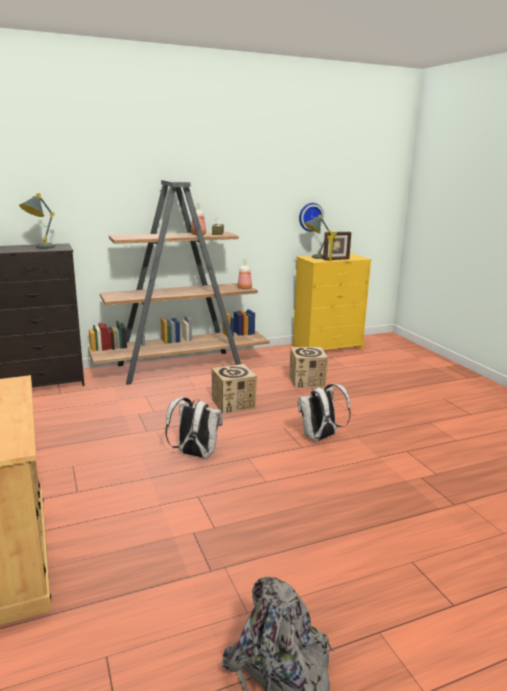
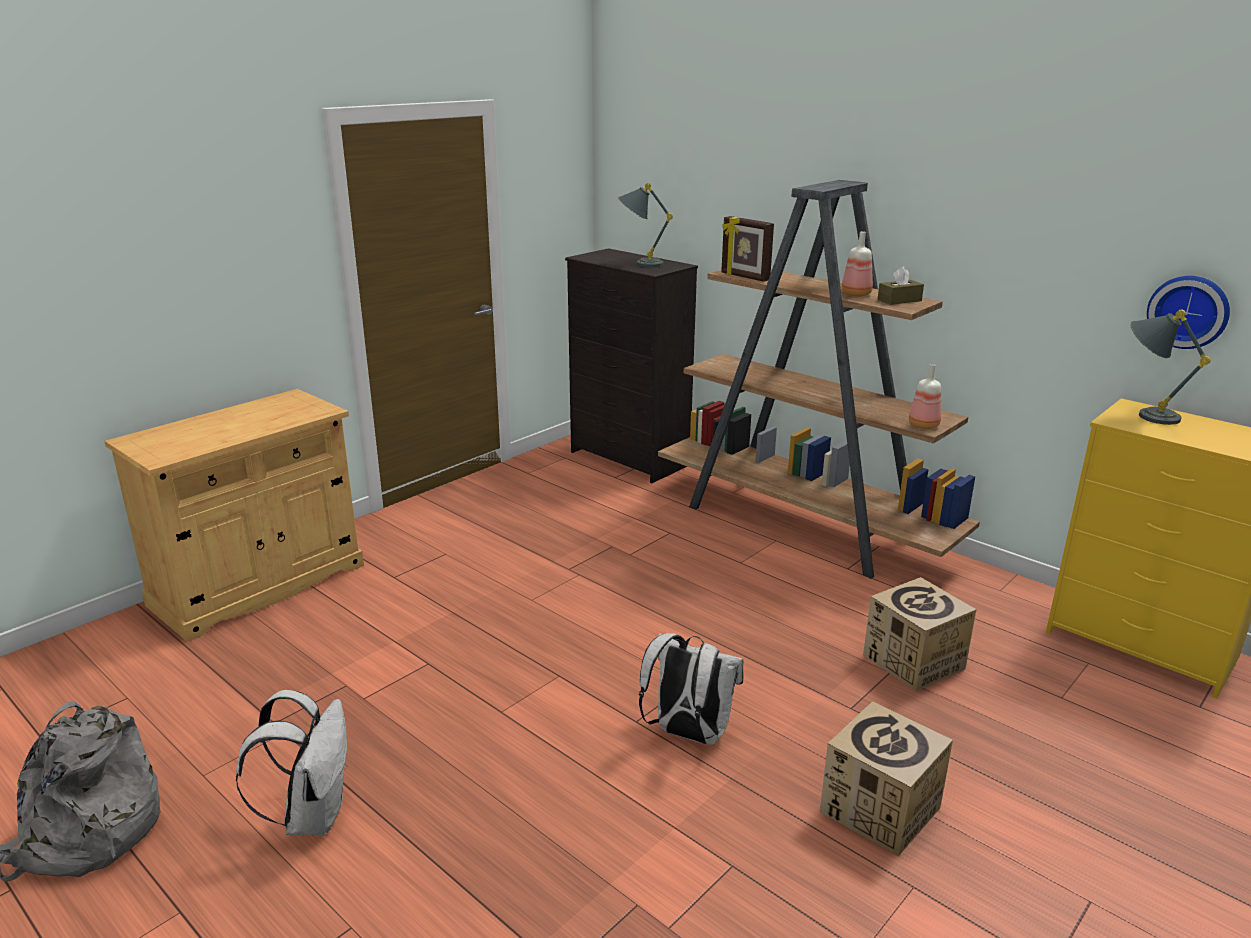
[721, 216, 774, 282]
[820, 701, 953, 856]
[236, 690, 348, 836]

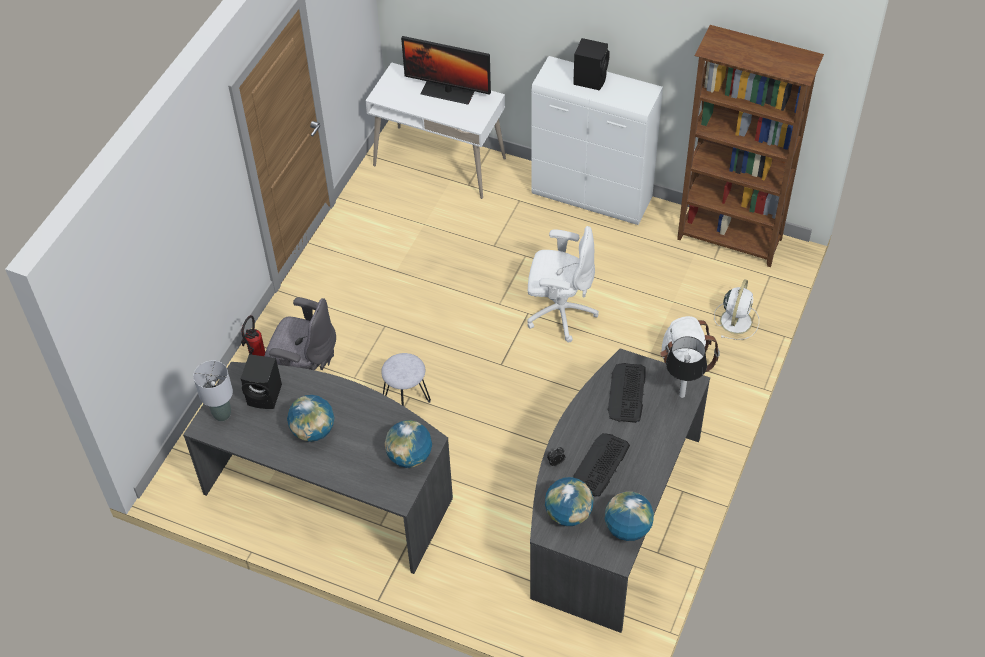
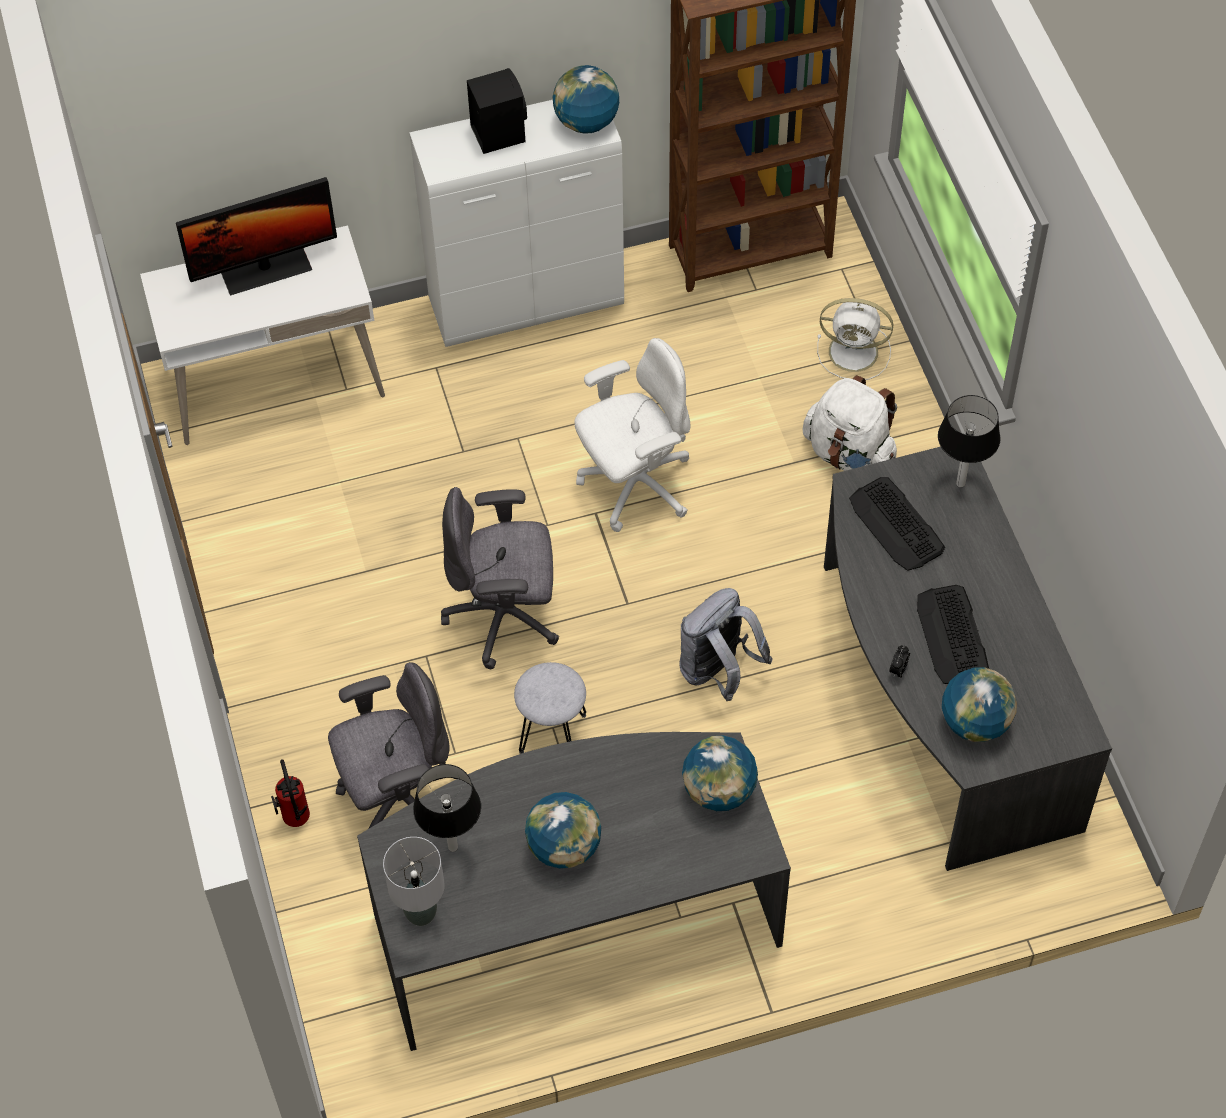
[817, 298, 893, 380]
[413, 764, 481, 852]
[553, 65, 619, 134]
[441, 487, 559, 669]
[679, 588, 773, 701]

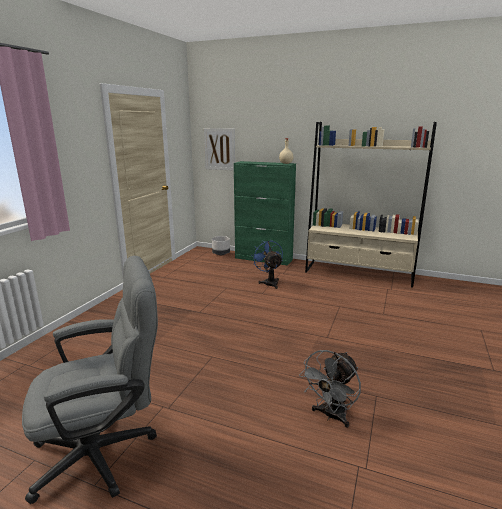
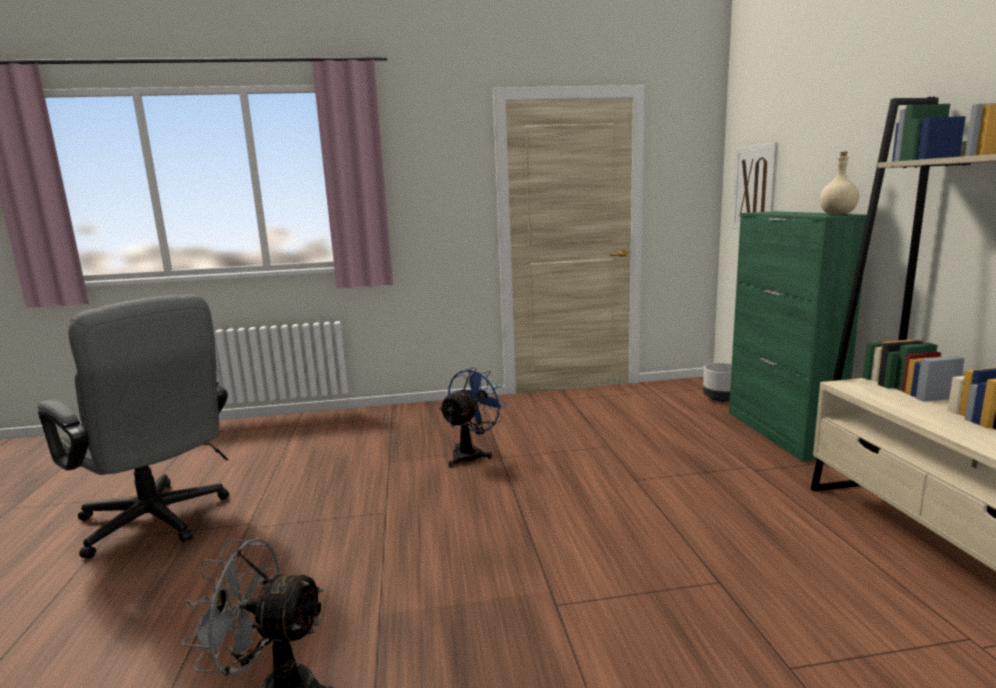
[439, 367, 507, 467]

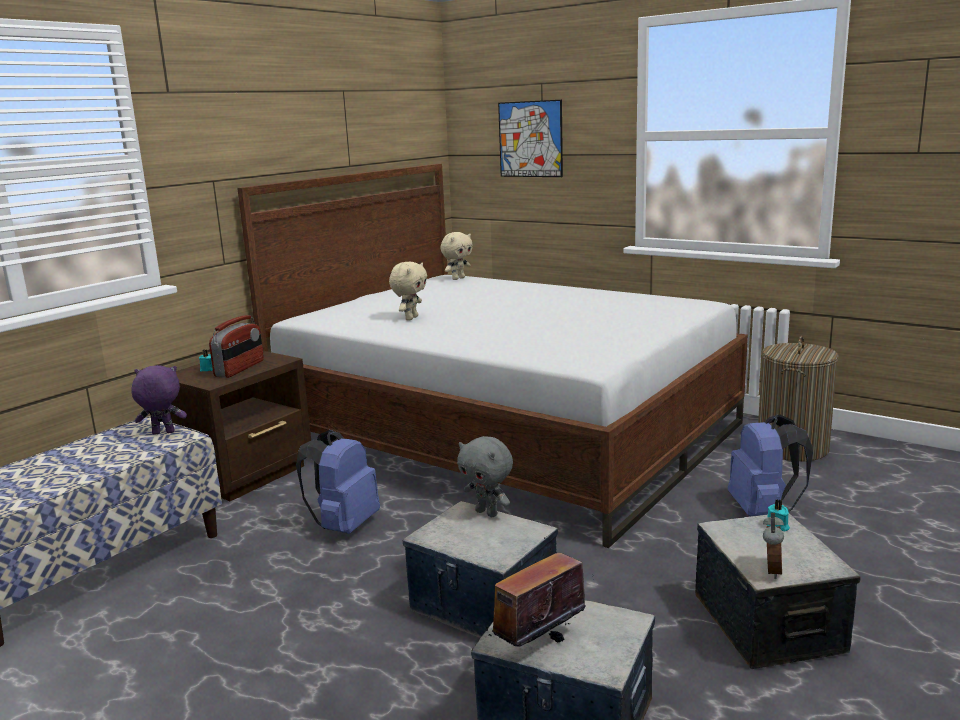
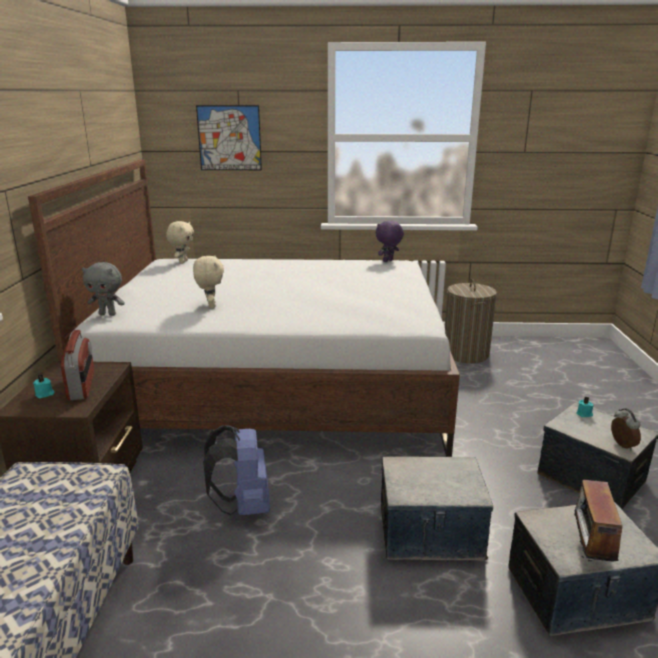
[376, 220, 404, 262]
[728, 414, 813, 516] (first image)
[82, 262, 125, 316]

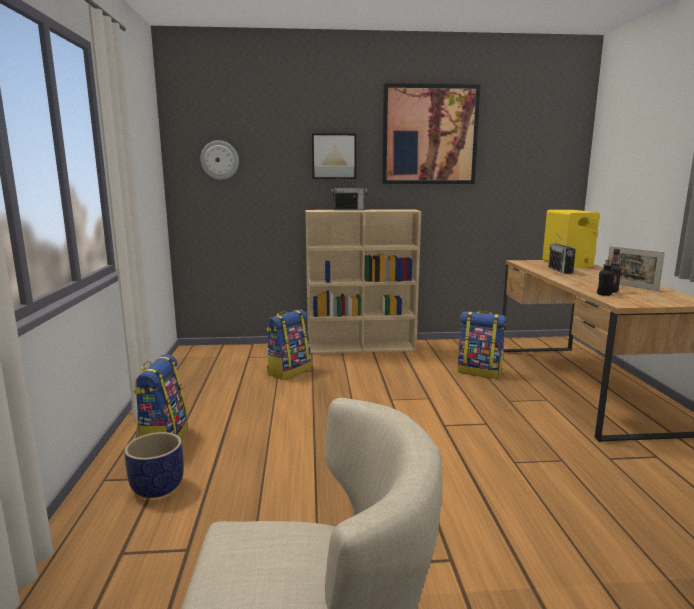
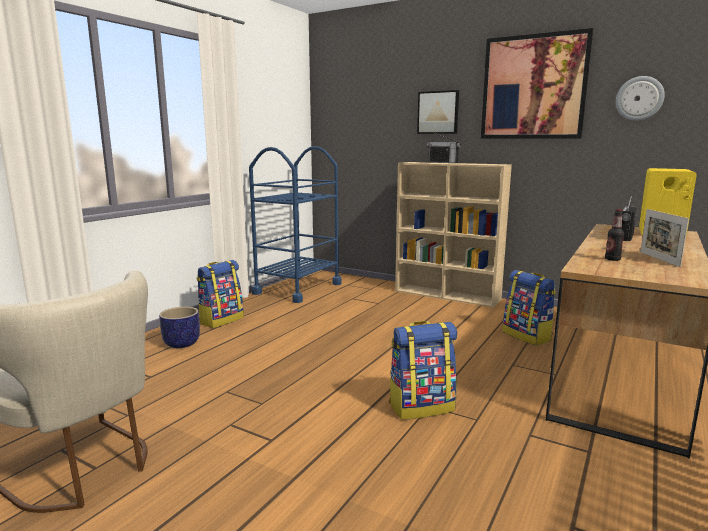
[616, 76, 665, 121]
[597, 259, 614, 296] (first image)
[389, 321, 457, 420]
[249, 146, 342, 303]

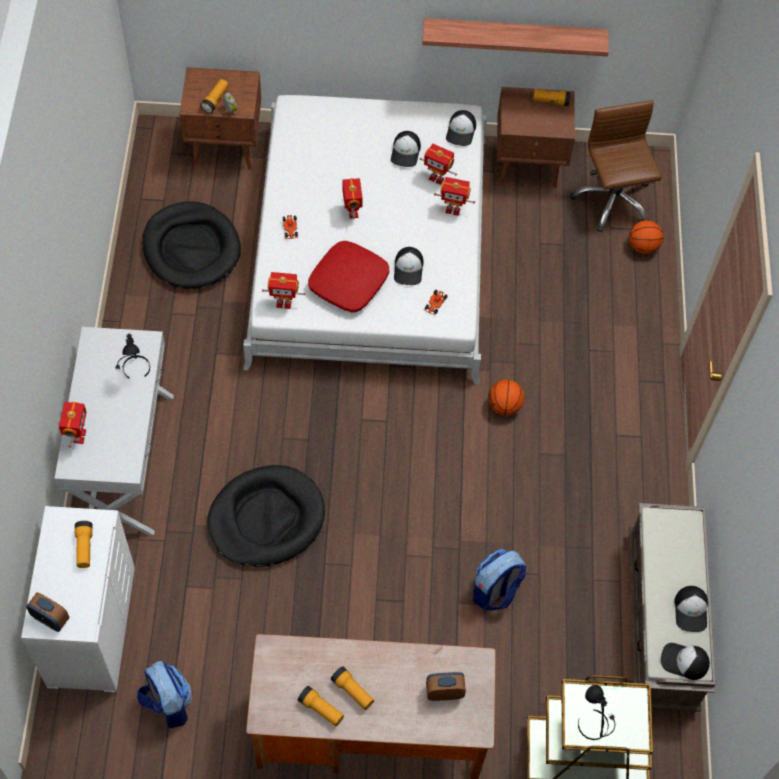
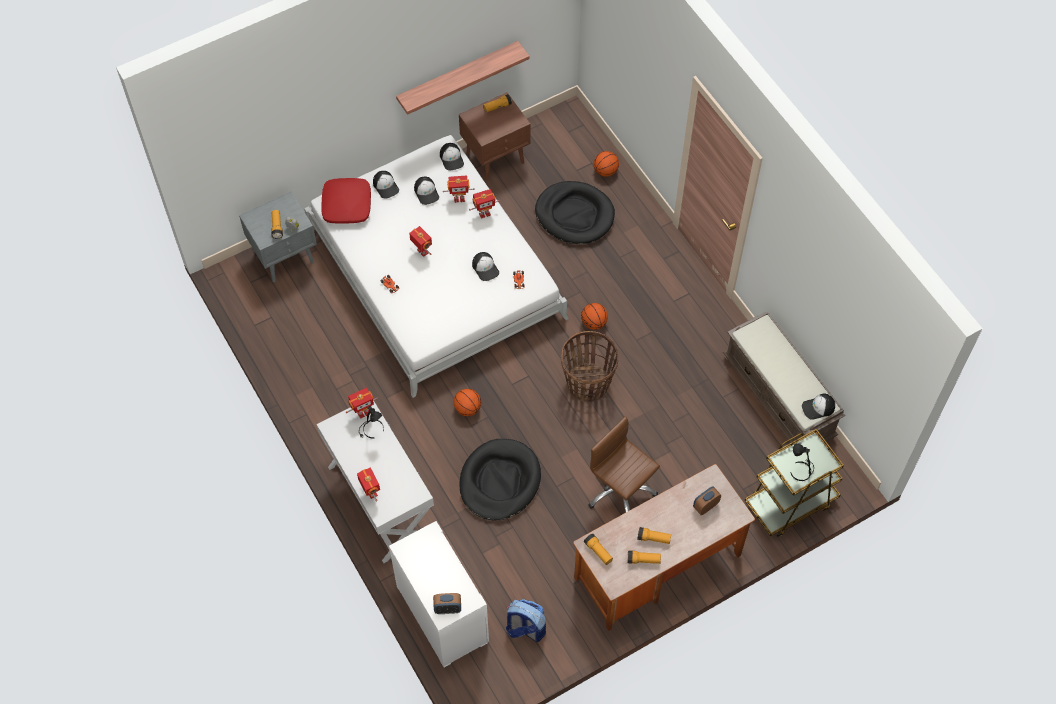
[239, 191, 317, 282]
[588, 416, 660, 513]
[535, 181, 615, 244]
[321, 178, 371, 224]
[346, 388, 378, 419]
[584, 533, 613, 565]
[473, 549, 526, 610] (first image)
[373, 171, 399, 199]
[561, 331, 618, 402]
[454, 389, 481, 416]

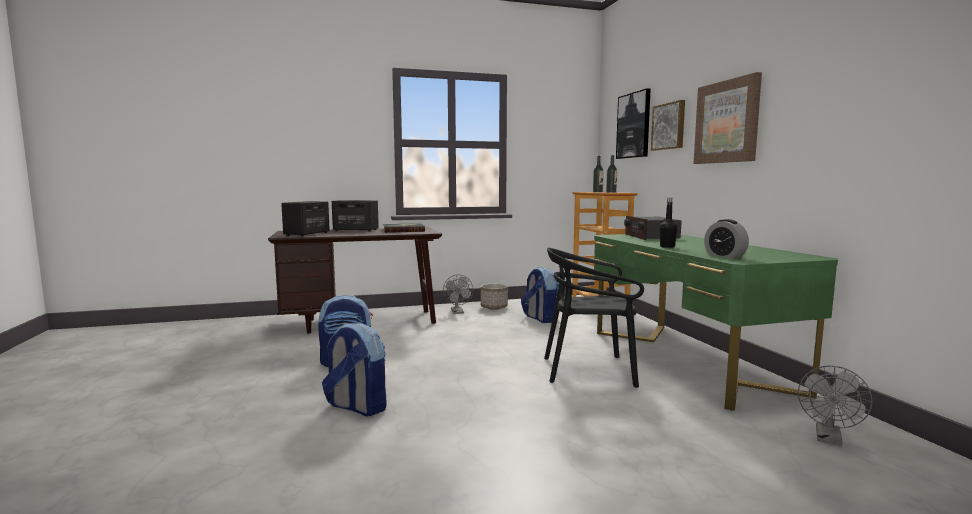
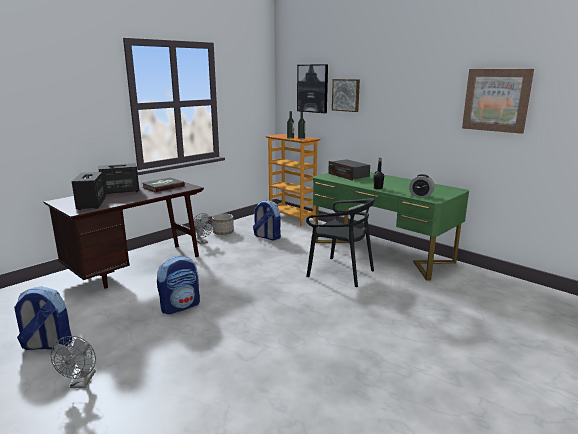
[462, 69, 534, 134]
[306, 198, 375, 287]
[14, 287, 72, 350]
[51, 336, 96, 388]

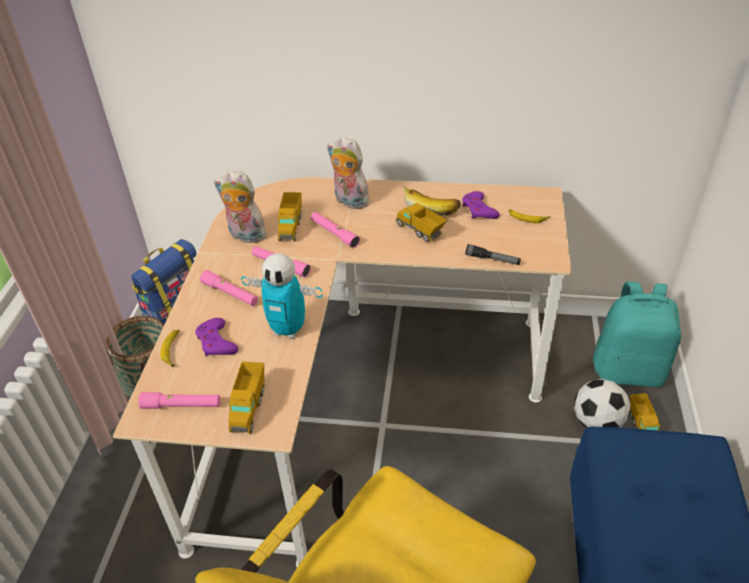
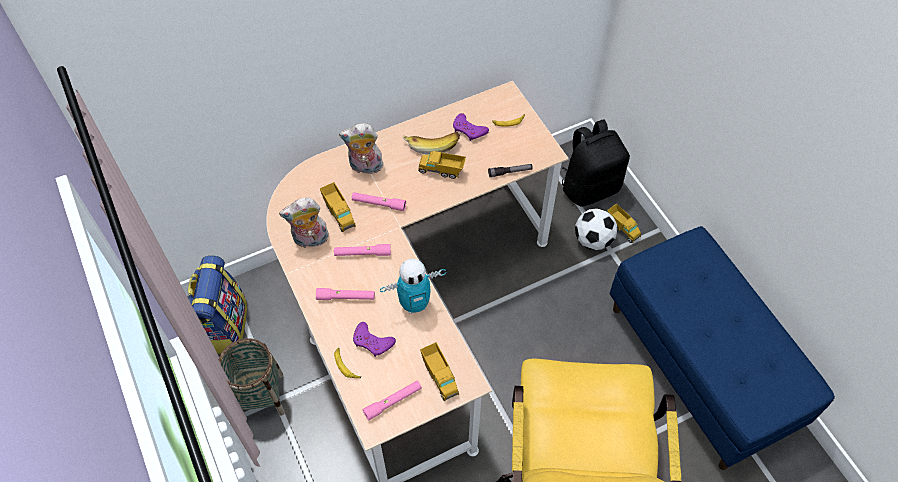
[562, 119, 630, 207]

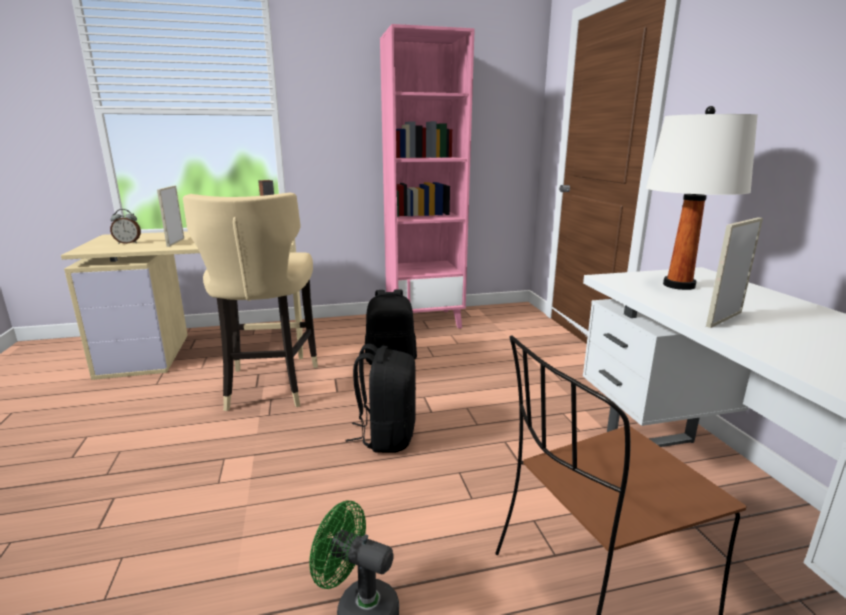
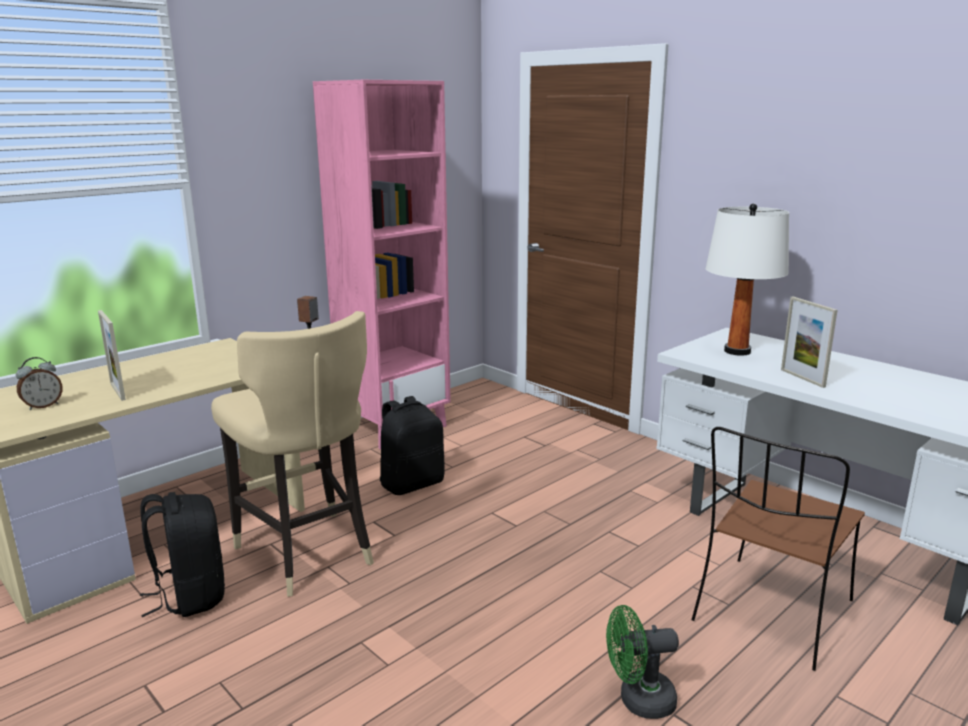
[781, 297, 838, 388]
[140, 492, 225, 617]

